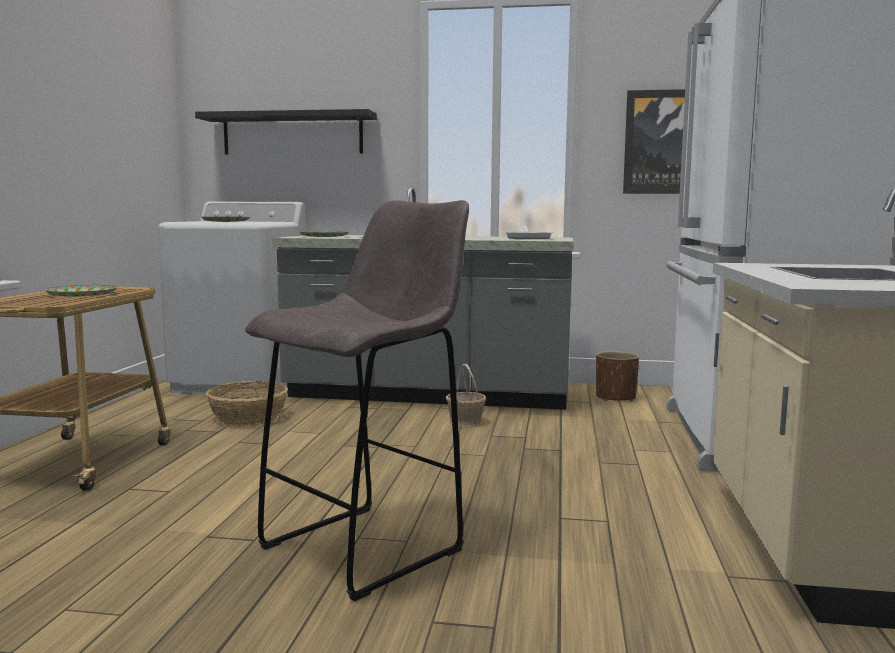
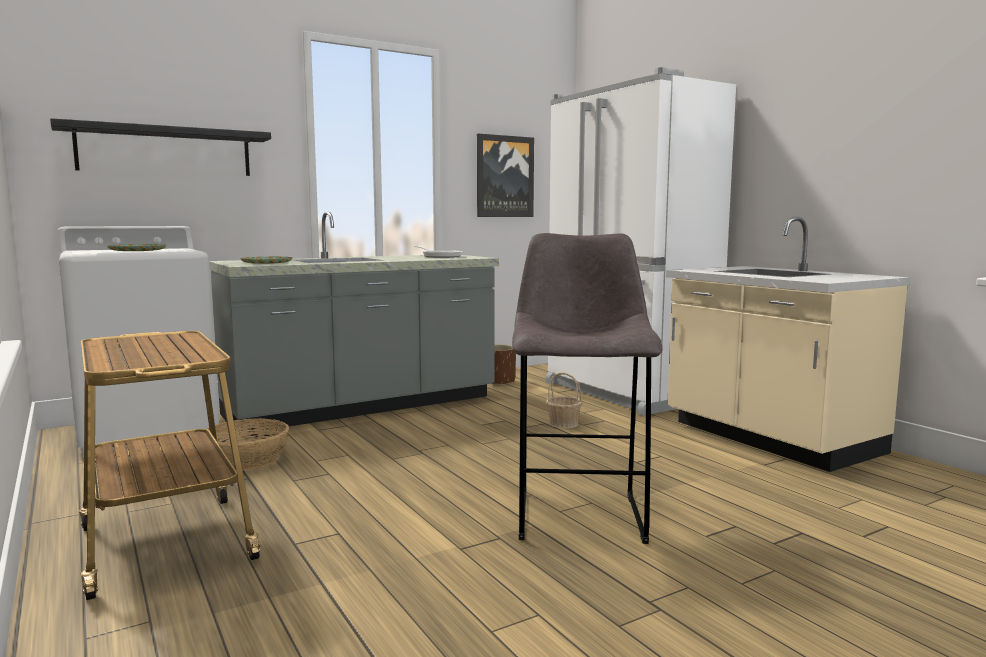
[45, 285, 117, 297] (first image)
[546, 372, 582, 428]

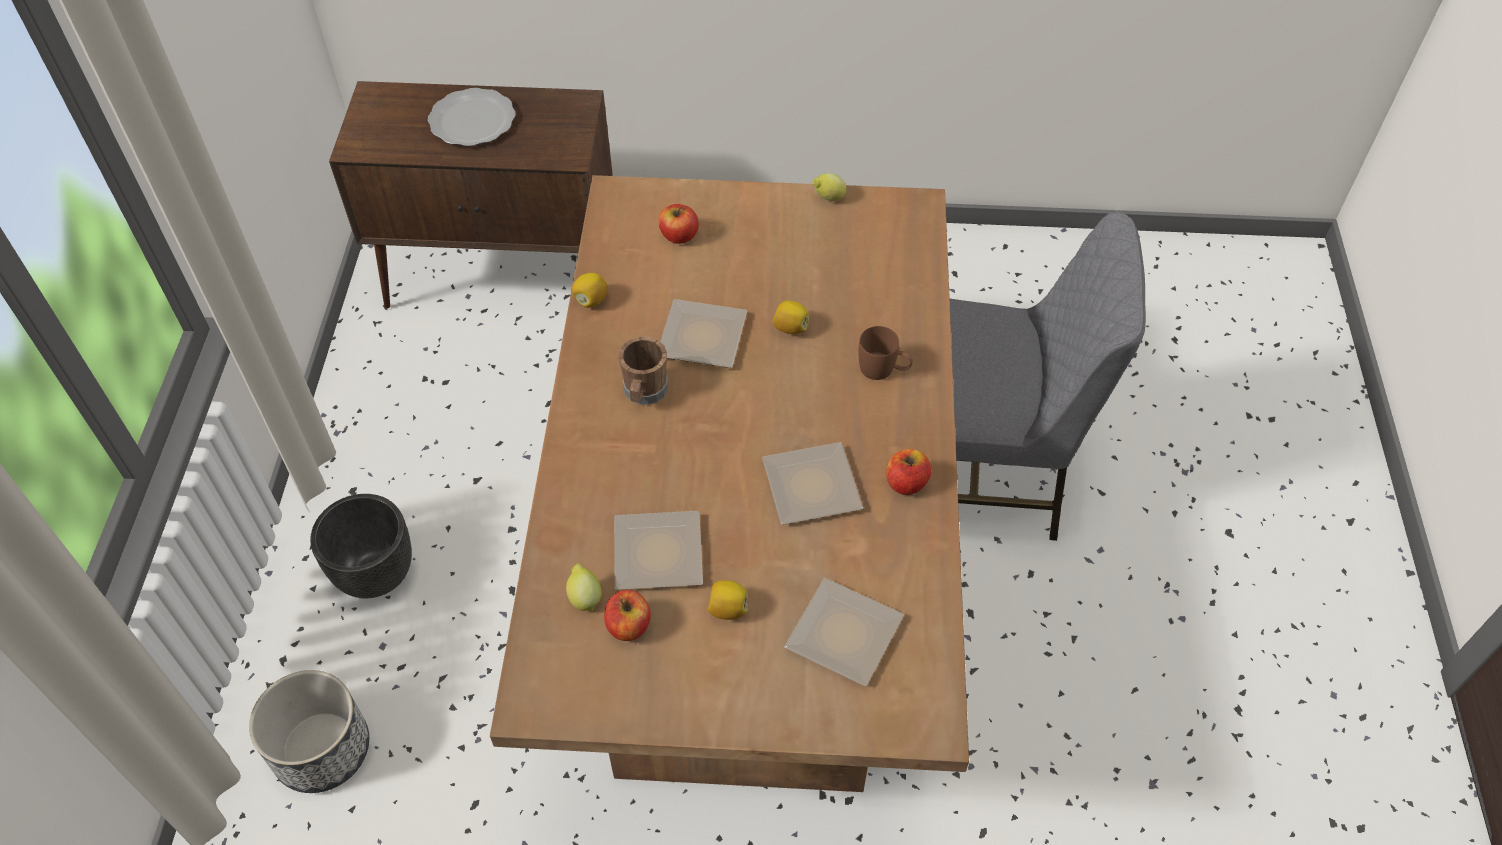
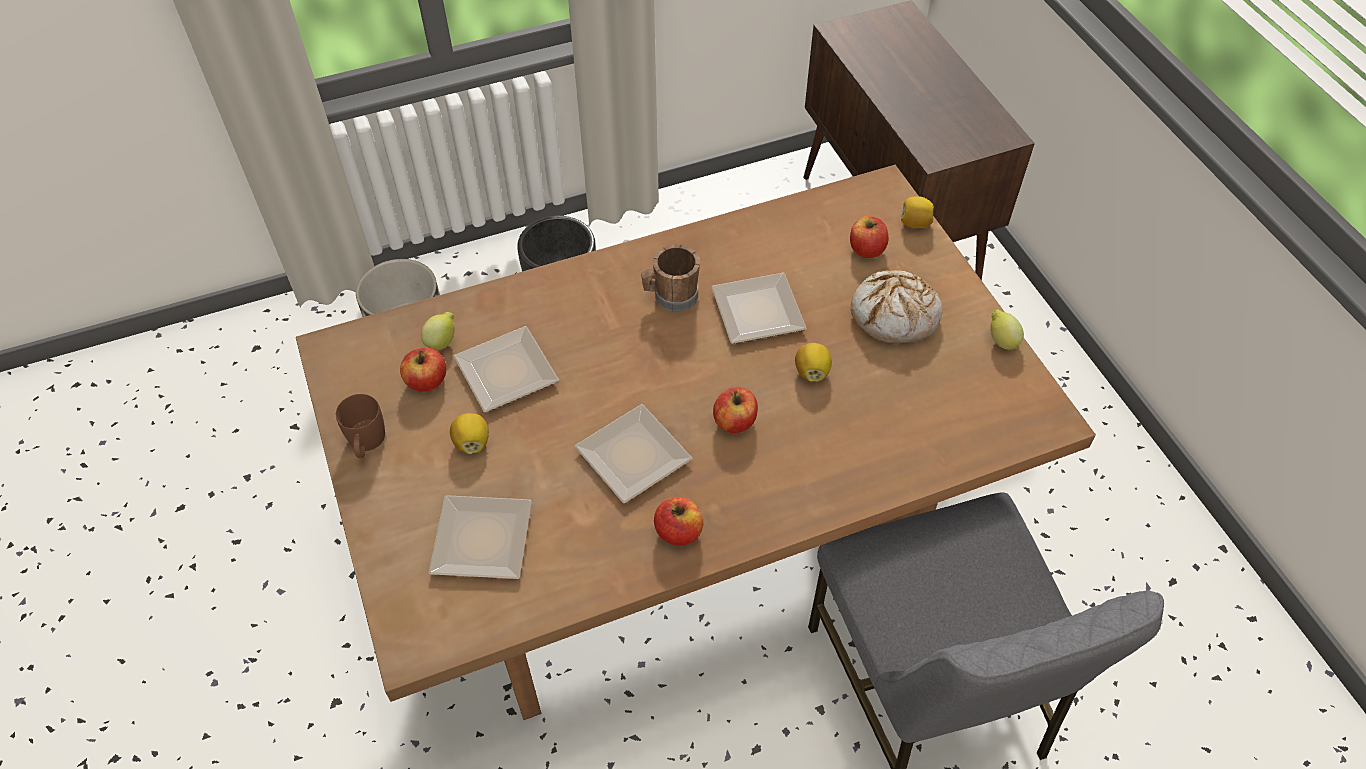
[428, 88, 516, 146] (first image)
[901, 196, 934, 228]
[336, 394, 385, 458]
[851, 270, 942, 344]
[713, 387, 758, 433]

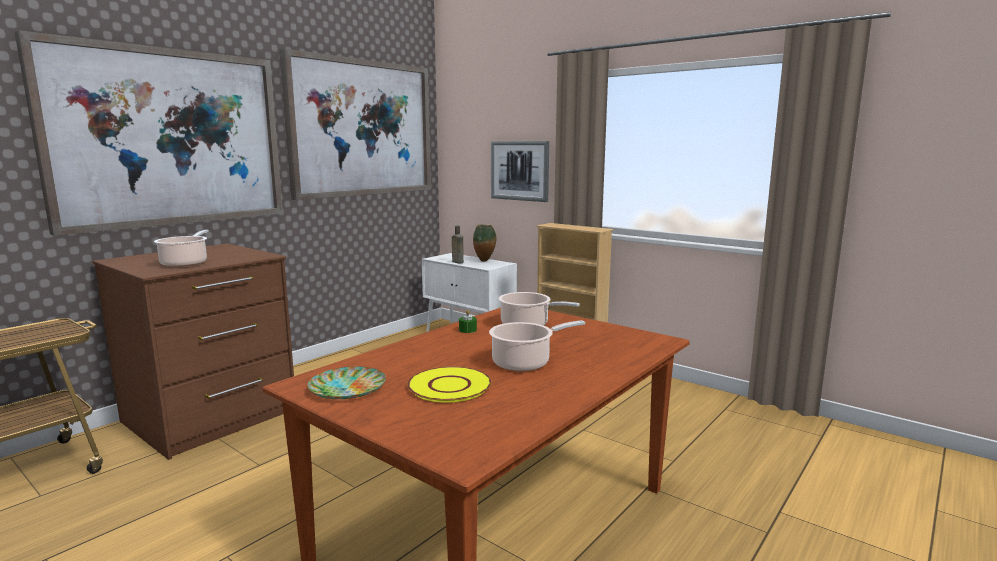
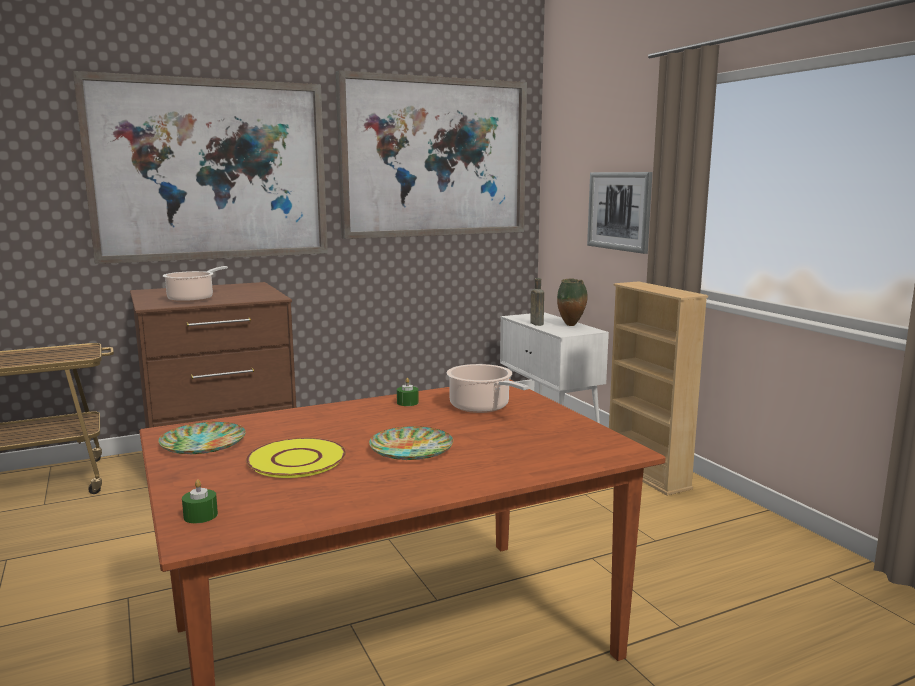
[369, 426, 453, 460]
[182, 479, 218, 523]

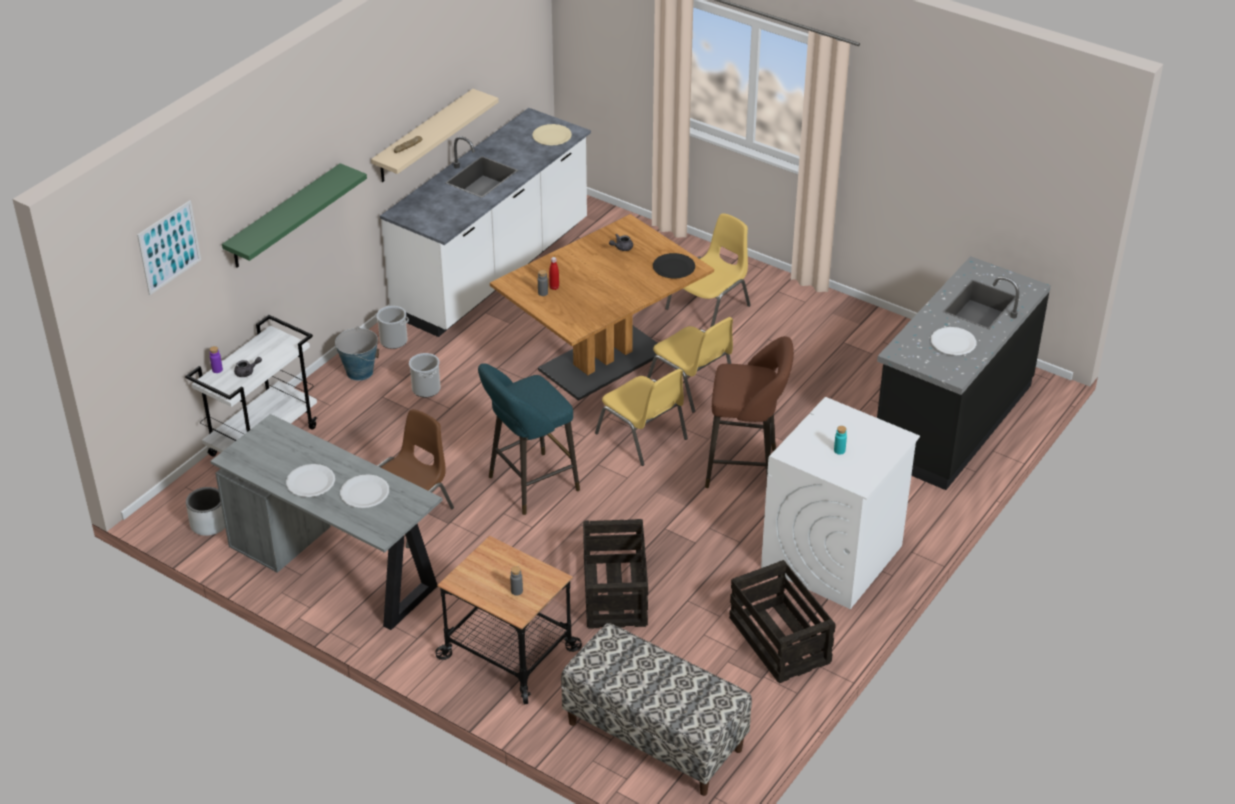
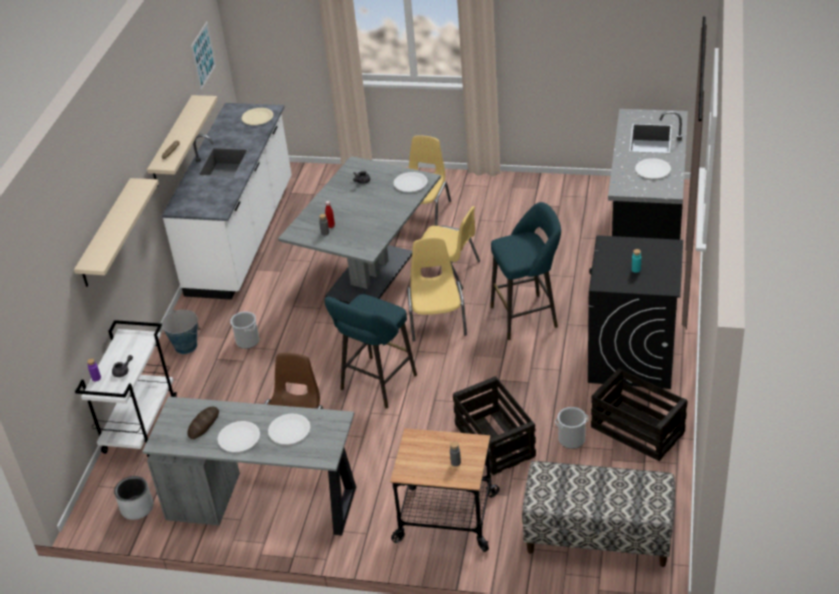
[74, 178, 159, 287]
[191, 21, 216, 91]
[278, 156, 441, 304]
[393, 172, 428, 192]
[555, 407, 589, 449]
[490, 202, 561, 340]
[407, 237, 467, 342]
[588, 235, 683, 389]
[187, 407, 219, 439]

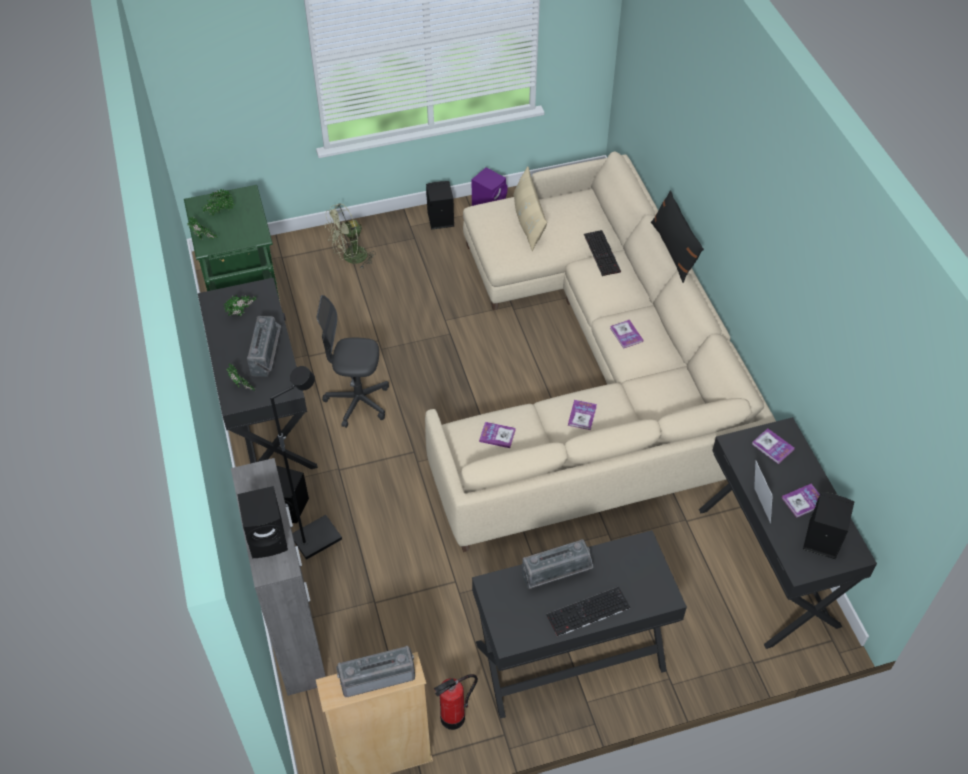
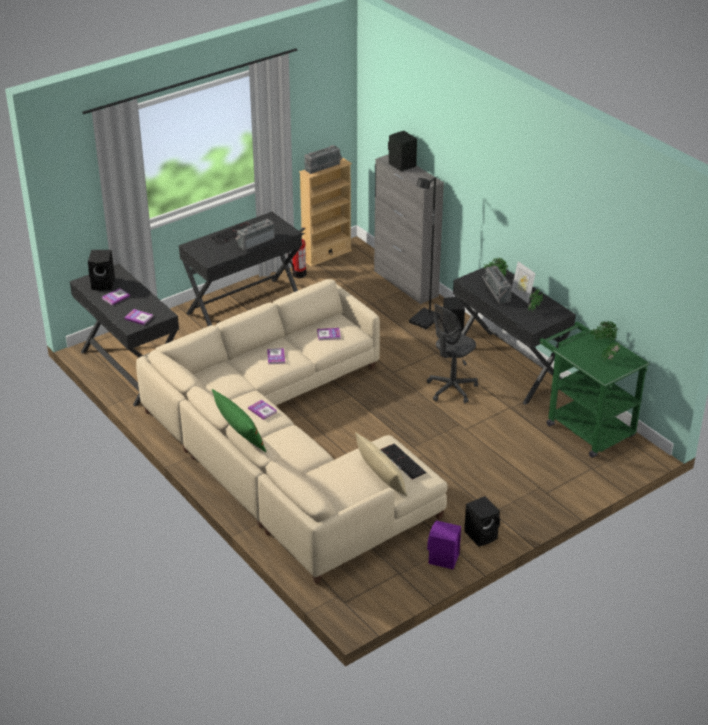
[212, 389, 266, 452]
[325, 203, 376, 269] (first image)
[380, 443, 426, 480]
[427, 304, 478, 403]
[511, 261, 536, 304]

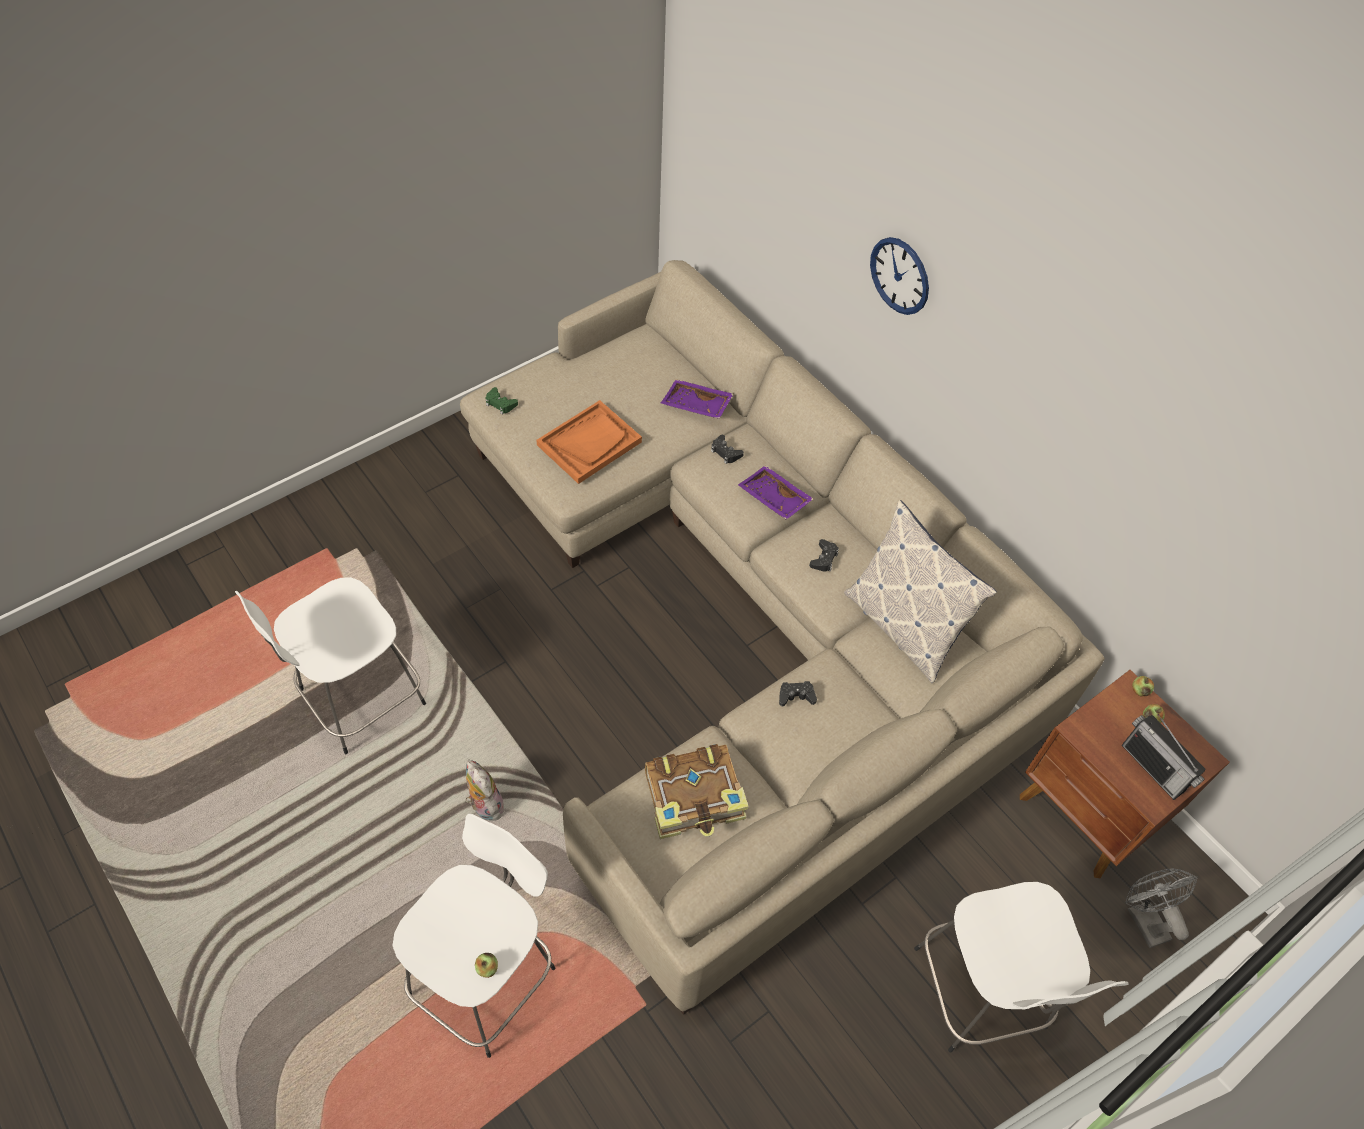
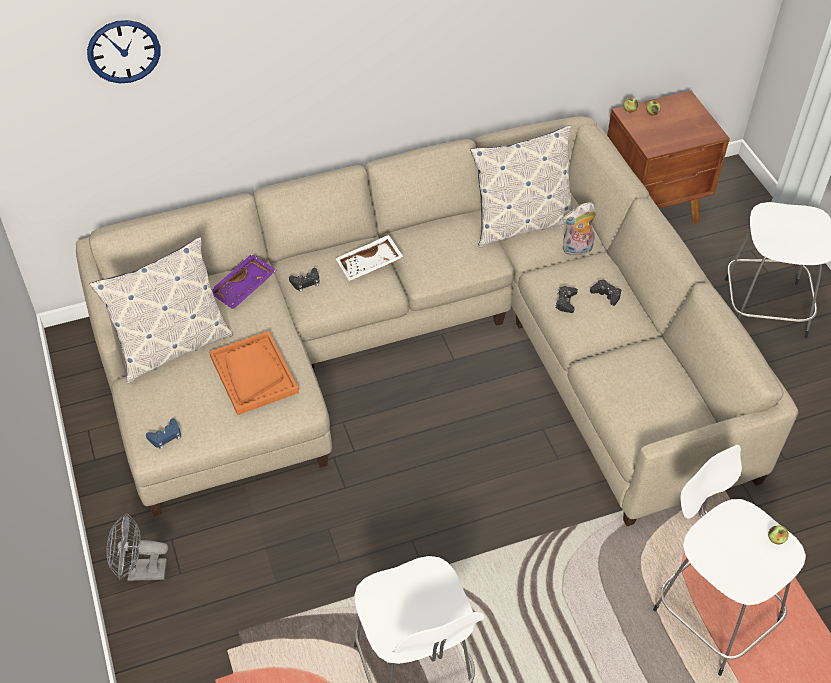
[87, 20, 160, 83]
[146, 419, 181, 449]
[335, 235, 403, 281]
[590, 279, 621, 306]
[1122, 714, 1206, 800] (first image)
[645, 744, 749, 839] (first image)
[562, 202, 596, 256]
[106, 513, 168, 581]
[90, 237, 233, 384]

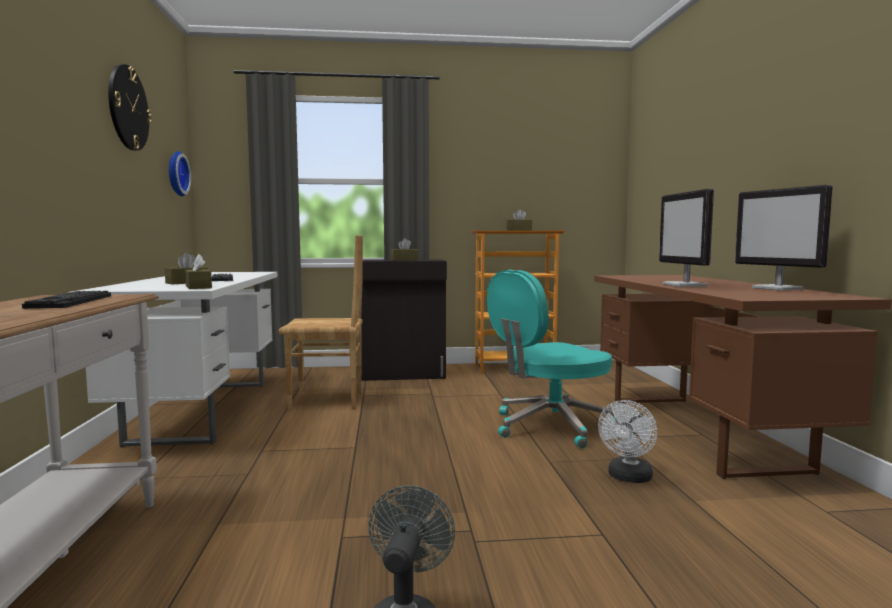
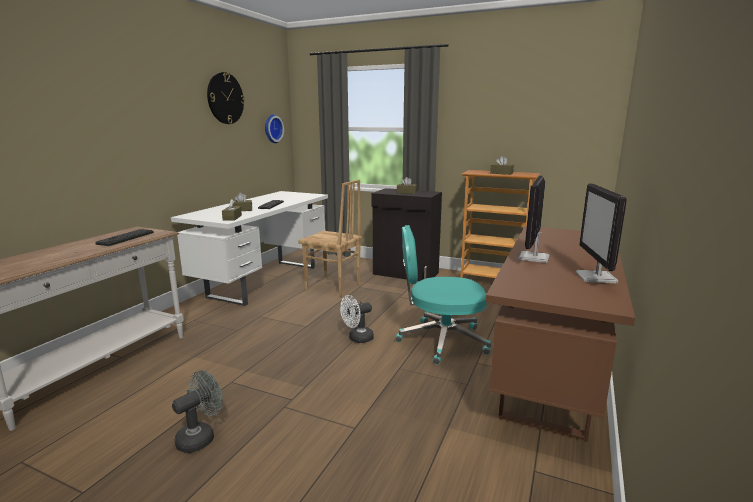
[340, 295, 374, 343]

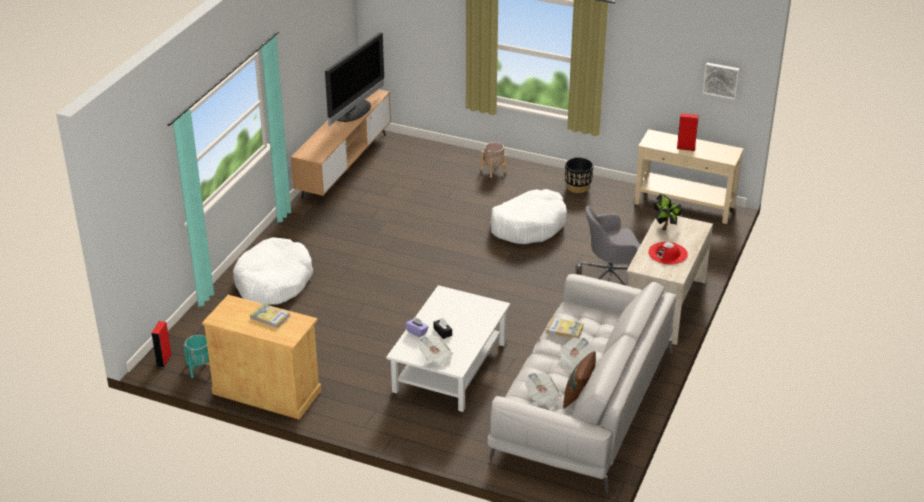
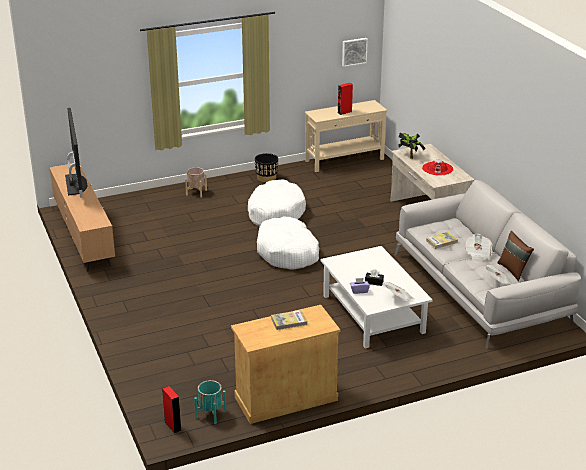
[576, 205, 640, 286] (first image)
[257, 217, 319, 270]

